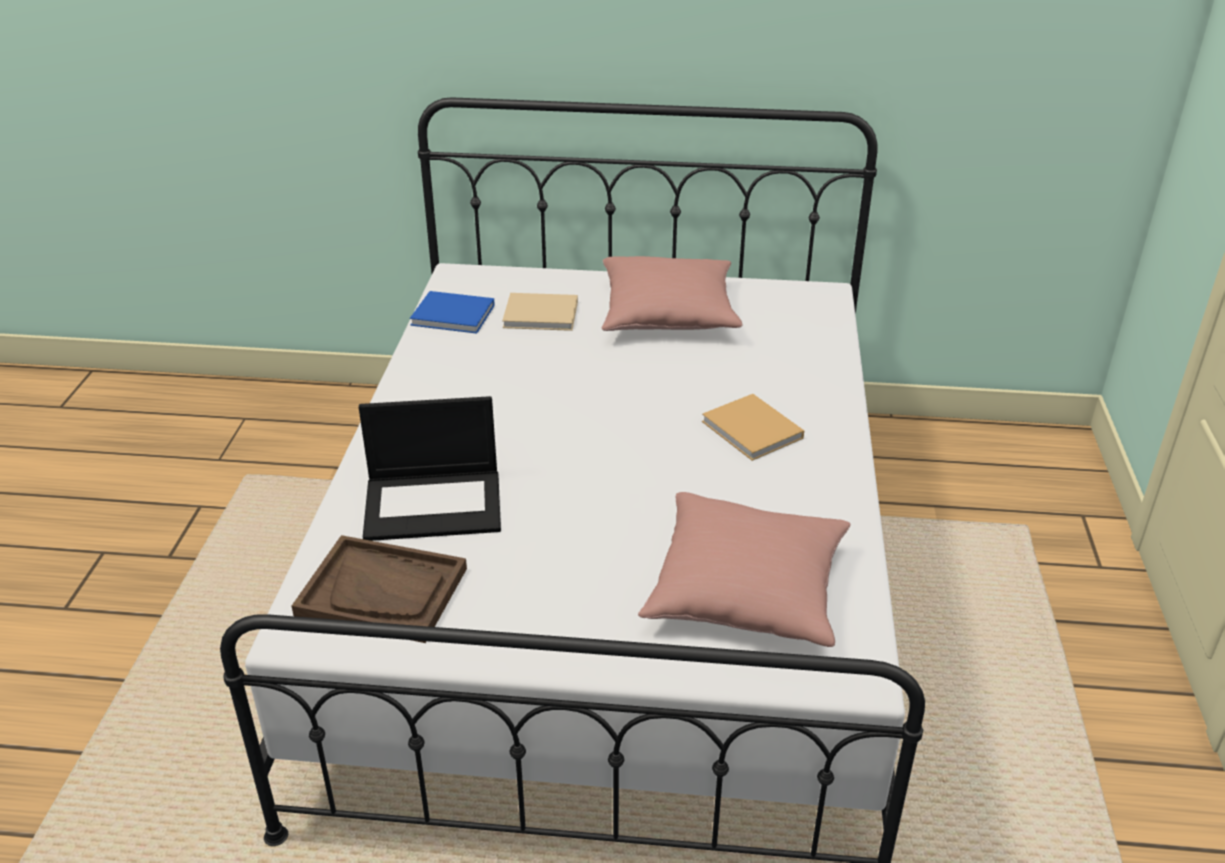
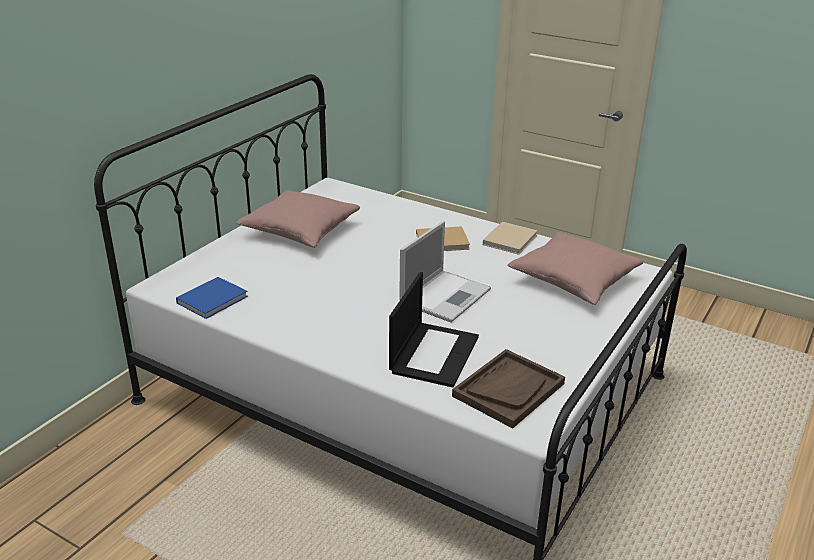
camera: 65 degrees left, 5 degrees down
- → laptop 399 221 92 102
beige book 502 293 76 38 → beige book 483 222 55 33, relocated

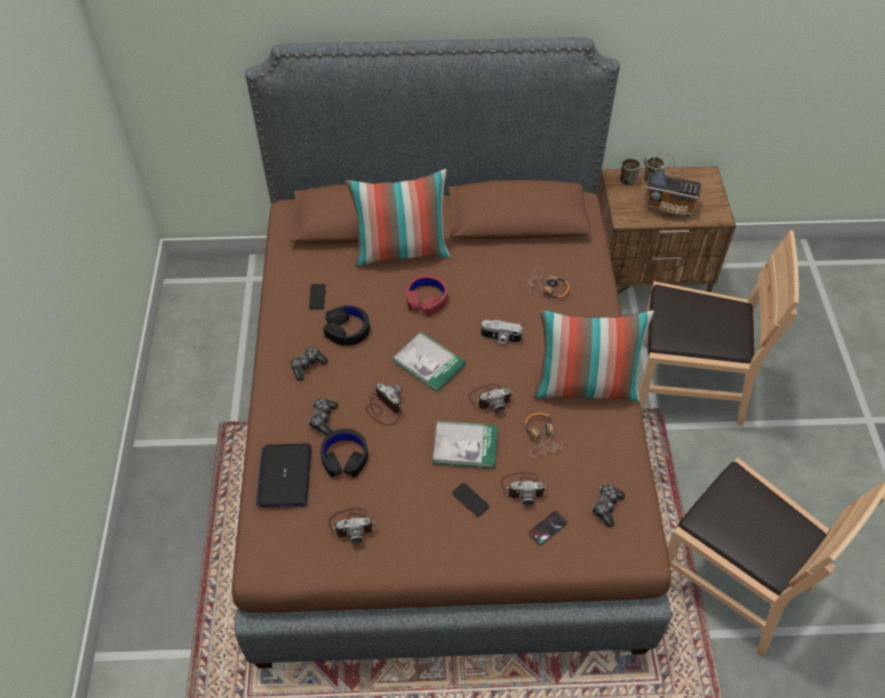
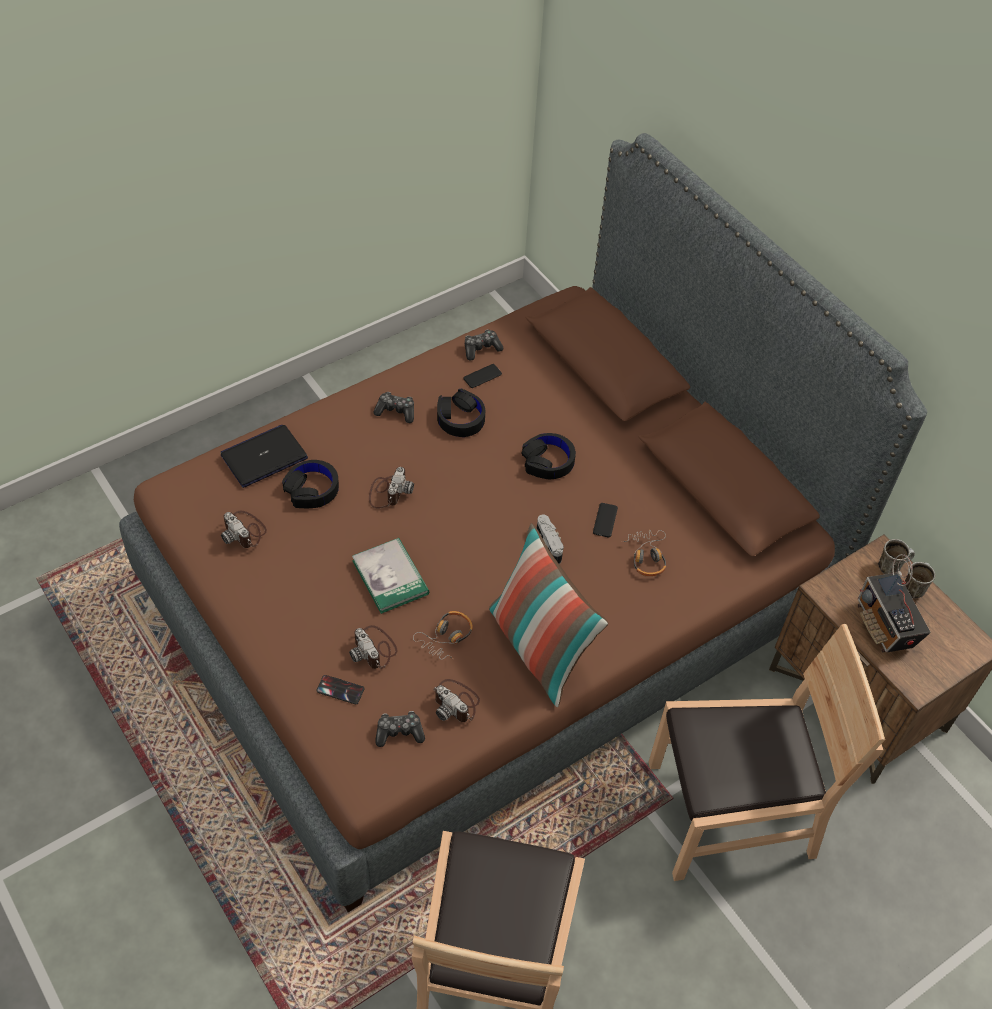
camera: 55 degrees right, 0 degrees up
photo camera 469 384 44 29 → photo camera 433 679 47 43, relocated
game controller 308 398 30 38 → game controller 465 329 38 32, relocated
red headphones 406 274 42 42 → blackish headphones 521 433 55 46
handset 452 483 37 34 → handset 593 503 25 35, relocated
brownish plain chair 638 230 161 196 → brownish plain chair 649 624 236 257, 75 degrees counterclockwise
pillow 346 169 104 98 → -
book 393 332 72 60 → -

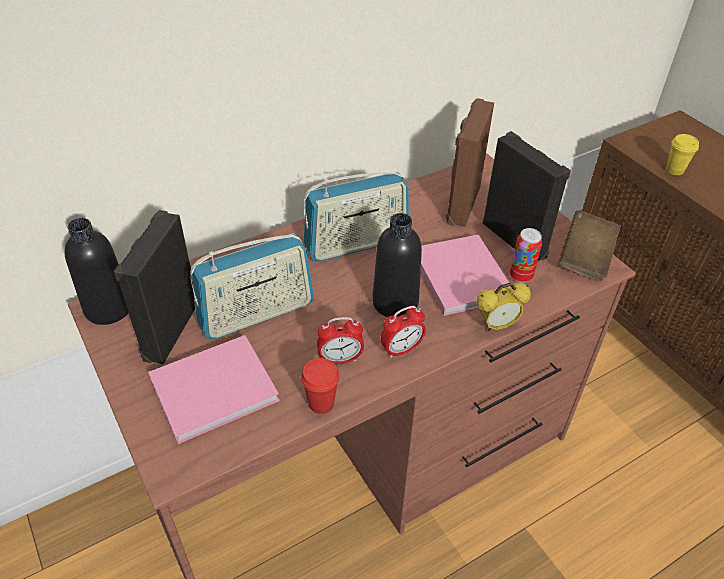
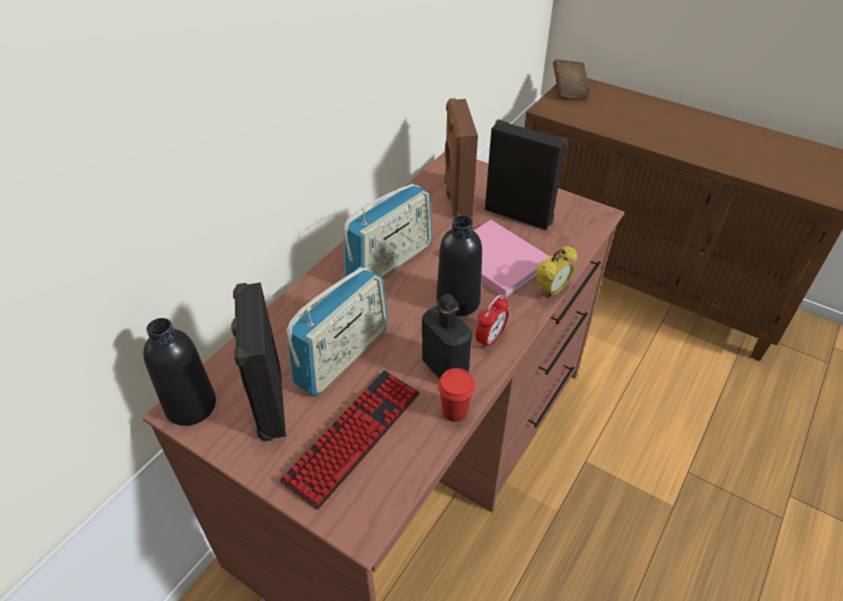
camera: 25 degrees left, 0 degrees up
pinkish book 148 335 131 109 → computer keyboard 280 371 140 139
alarm clock 317 317 47 47 → blackish bottle 422 294 51 85
brownish book 558 210 63 71 → brownish book 553 59 38 40, relocated
sealed can 510 228 32 55 → -
yellow cup 666 134 33 41 → -

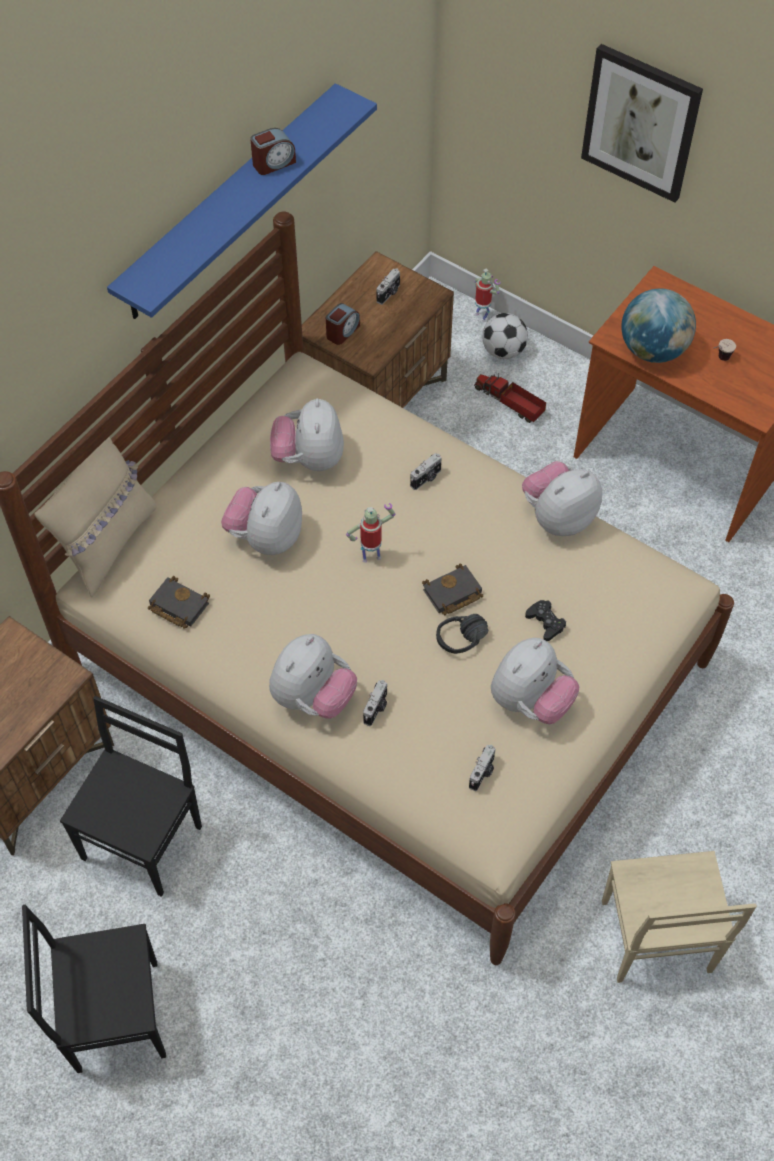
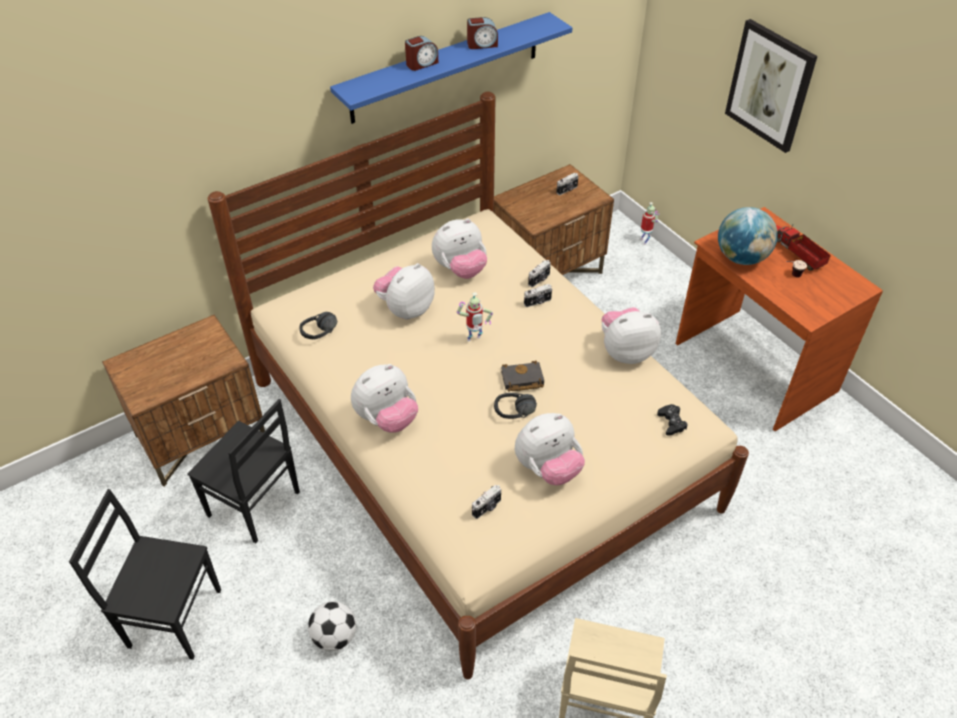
camera: 20 degrees right, 10 degrees down
blackish plain chair 60 696 142 201 → blackish plain chair 187 399 113 144, 75 degrees clockwise
blackish book 148 576 62 53 → blackish headphones 299 312 38 28
football 482 313 46 46 → football 308 601 48 50, relocated
alarm clock 326 303 34 42 → alarm clock 405 36 33 35, relocated
soft toy 270 398 74 73 → soft toy 432 218 55 61, 135 degrees counterclockwise
toy robot 346 503 49 60 → toy robot 457 292 36 50, 150 degrees clockwise
photo camera 363 680 24 46 → photo camera 528 260 23 27, relocated
blackish game controller 525 600 41 41 → blackish game controller 657 404 31 32, relocated
toy lorry 474 373 72 50 → toy lorry 776 224 55 47, relocated
beige pillow 34 437 123 161 → -

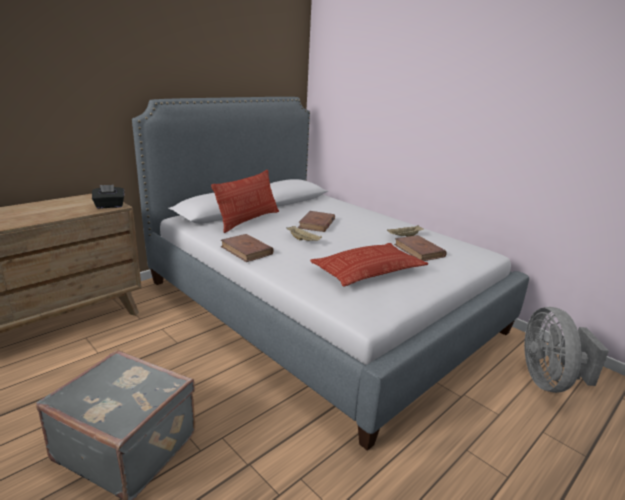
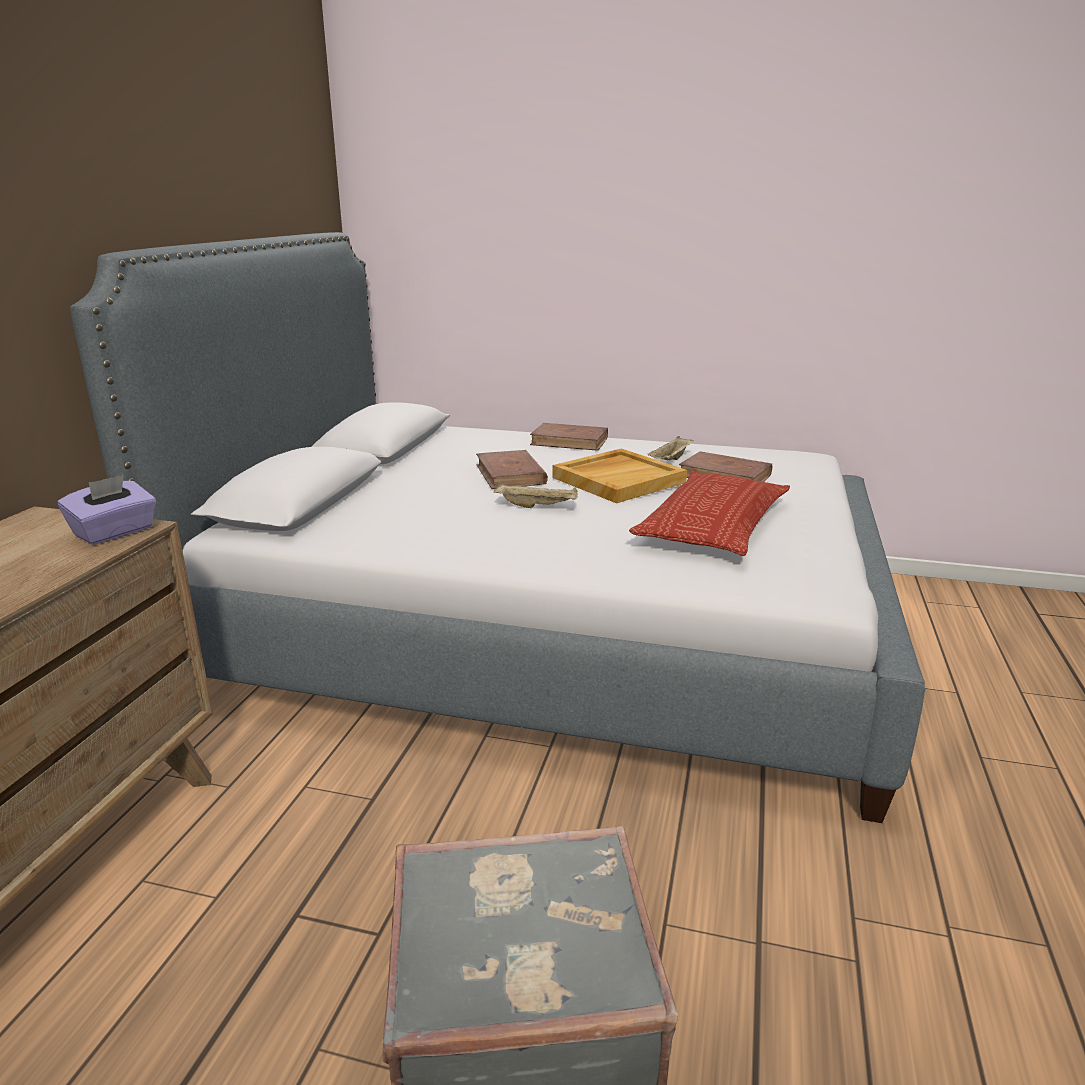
camera: 30 degrees left, 0 degrees up
blackish tissue box 92 185 32 24 → purple tissue box 57 475 99 70
brownish book 221 234 53 28 → brownish book 530 423 78 28, relocated
- → beige carrying tray 552 449 135 54
pillow 211 170 68 63 → -
grey cooling fan 524 307 85 86 → -

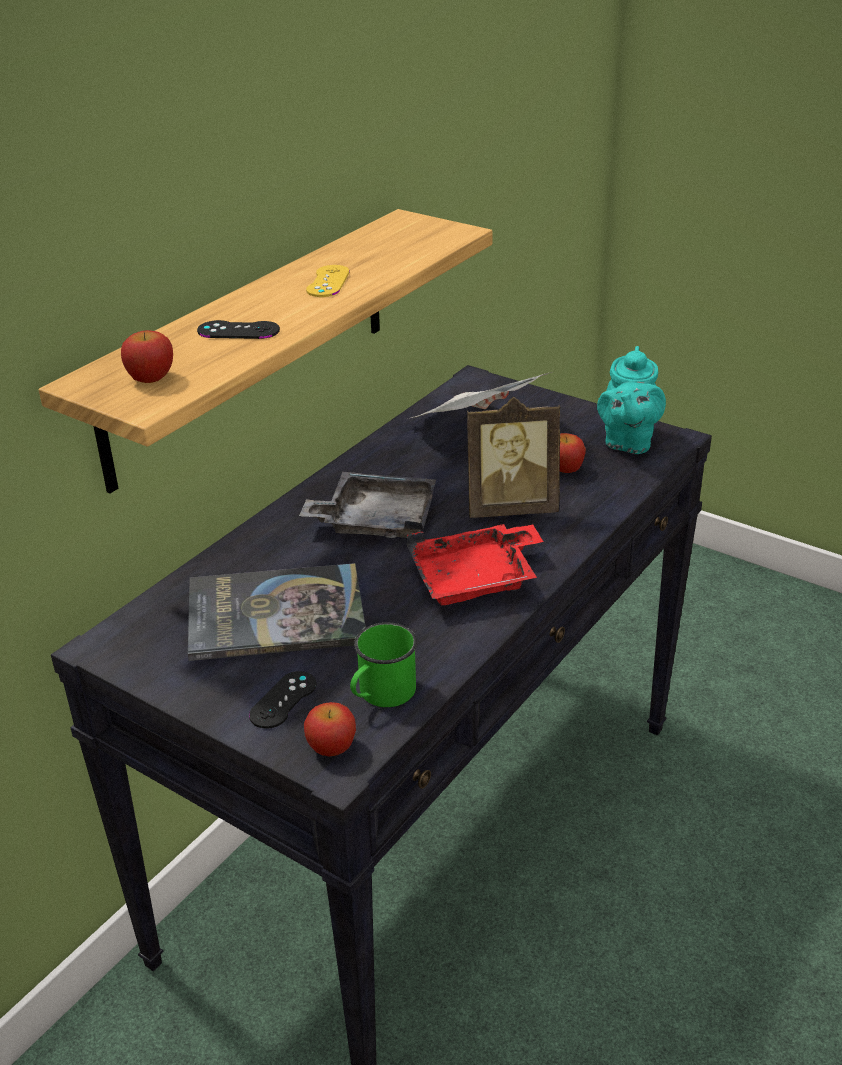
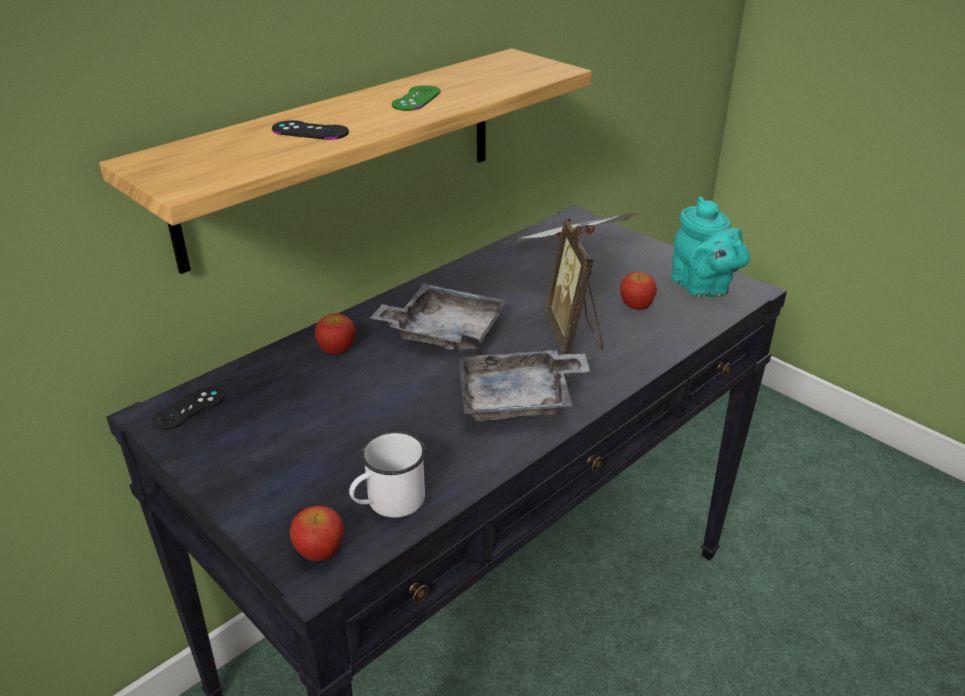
camera: 10 degrees right, 0 degrees up
blackish game controller 249 671 67 58 → blackish game controller 152 387 72 43, relocated
apple fruit 121 330 52 53 → apple fruit 315 313 41 41, relocated
green mug 350 622 67 85 → whitish mug 349 431 76 87
yellow game controller 306 265 44 32 → green game controller 392 85 49 26
red carrying tray 407 524 137 81 → grey carrying tray 459 347 132 74
standing frame 467 397 93 121 → standing frame 544 218 59 136, 75 degrees clockwise
turquoise-coloured pot for tea 597 346 69 108 → turquoise-coloured pot for tea 671 196 79 102, 45 degrees counterclockwise
book 188 563 178 98 → -

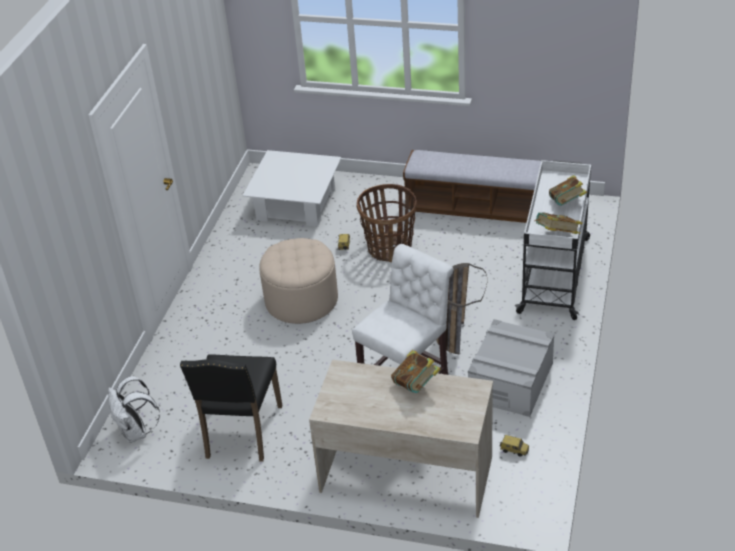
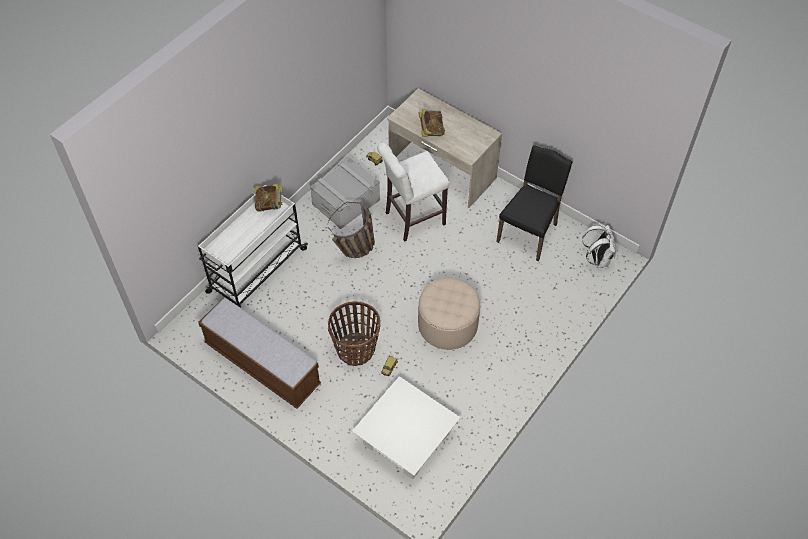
camera: 160 degrees left, 15 degrees up
book 549 175 38 31 → -

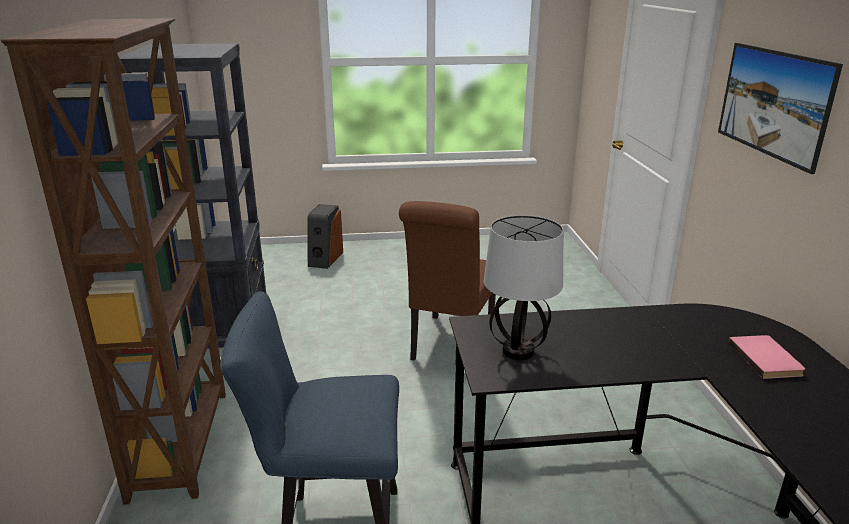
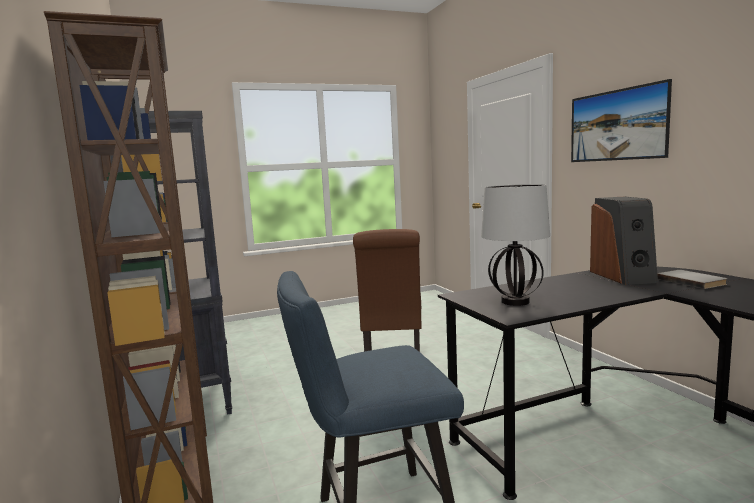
camera: 15 degrees left, 15 degrees down
speaker 307 204 36 65 → speaker 590 196 68 89, relocated
pinkish book 728 335 77 44 → grey book 657 270 71 19

